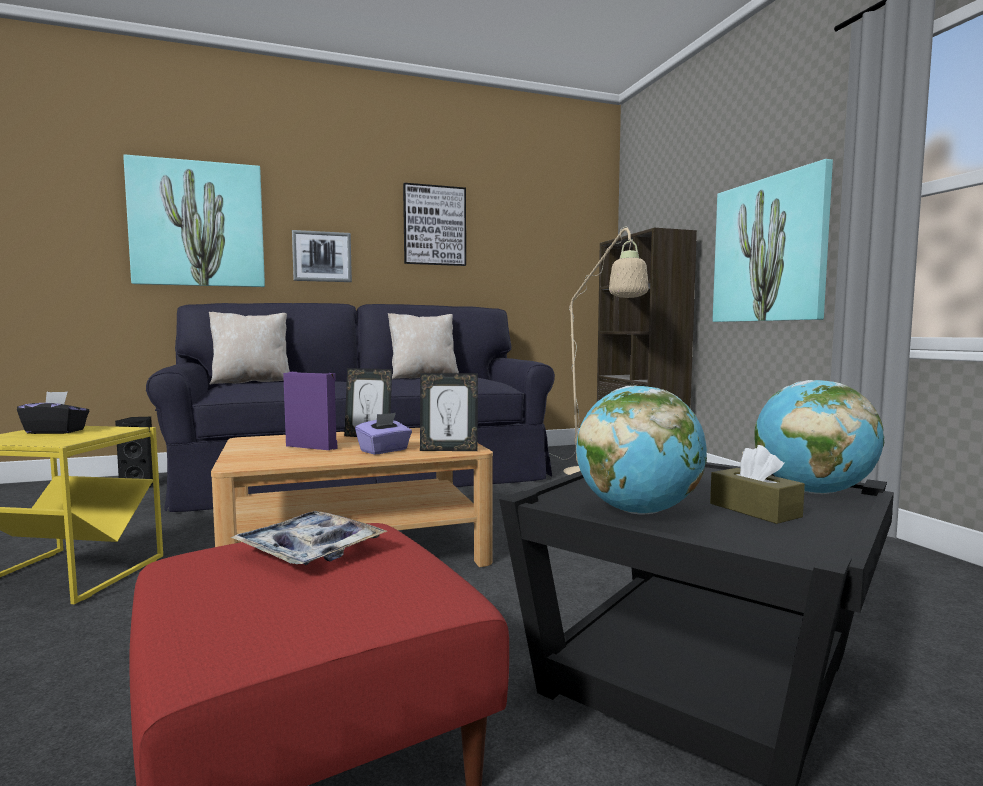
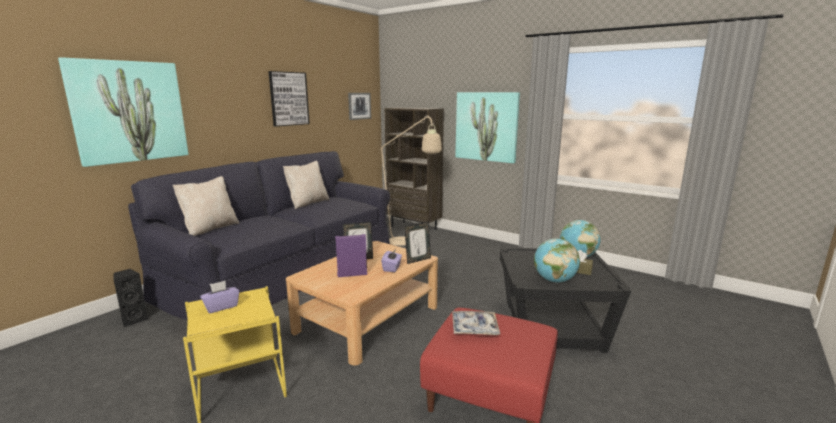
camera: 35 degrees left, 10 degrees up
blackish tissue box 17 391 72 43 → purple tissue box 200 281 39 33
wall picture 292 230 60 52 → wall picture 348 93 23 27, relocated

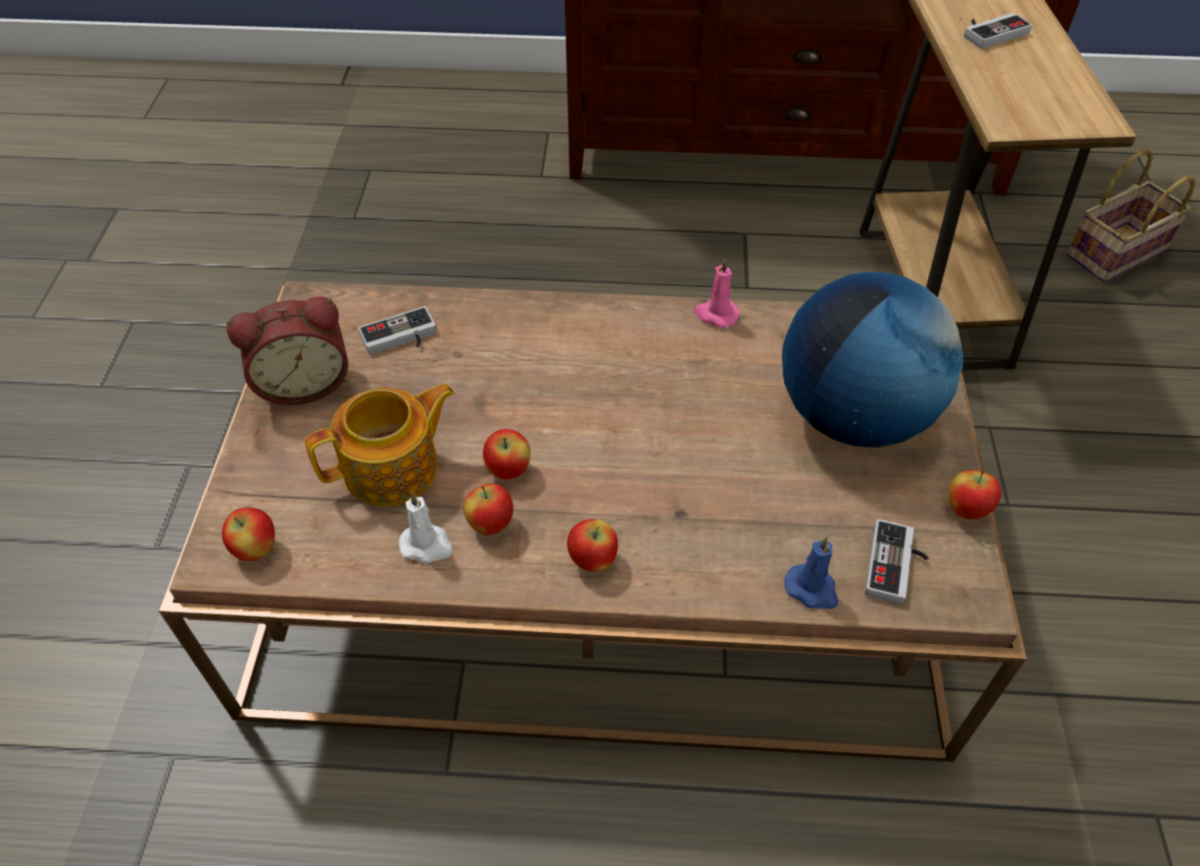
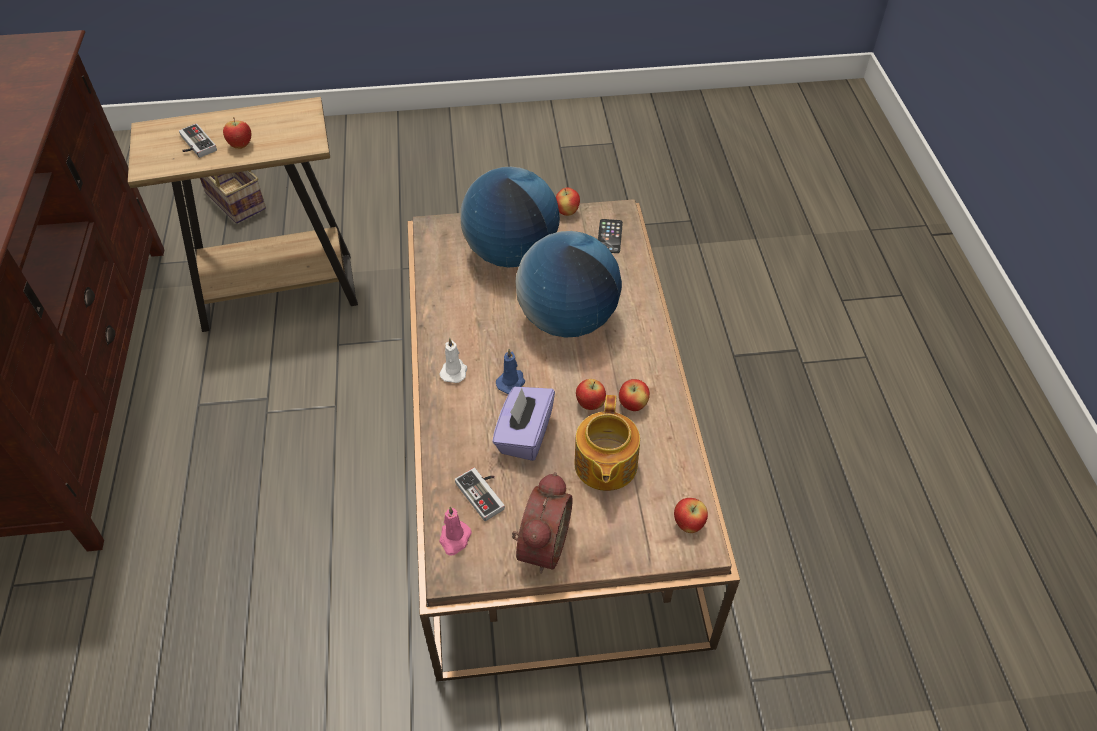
camera: 100 degrees left, 0 degrees up
apple fruit 567 519 51 53 → apple fruit 223 117 29 32, relocated
whitish wax candle 399 492 54 71 → whitish wax candle 439 338 28 45, relocated
pinkish wax candle 694 258 46 70 → pinkish wax candle 440 506 32 50, relocated
- → purple tissue box 492 387 63 74
blue wax candle 784 536 54 73 → blue wax candle 496 349 29 45, relocated
alarm clock 226 297 122 108 → alarm clock 512 472 61 102, 45 degrees clockwise
- → world globe 516 231 106 107
pot for tea 305 384 149 122 → pot for tea 574 395 66 96, 135 degrees counterclockwise
game controller 865 519 64 85 → handset 598 219 25 34

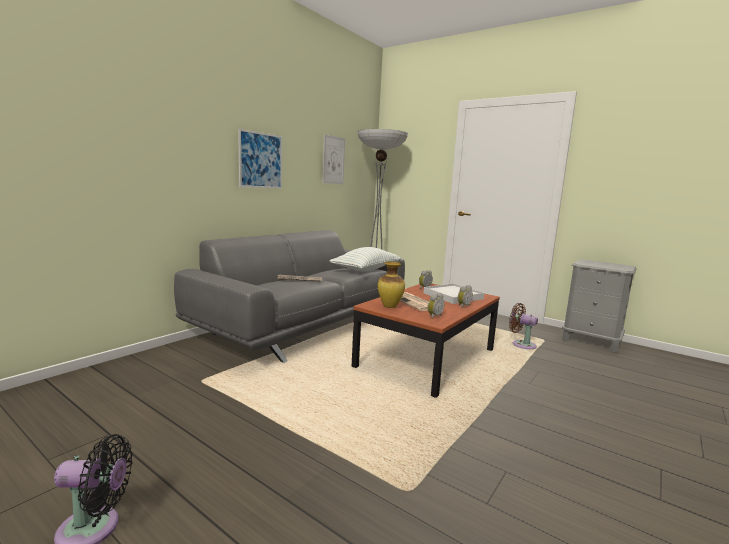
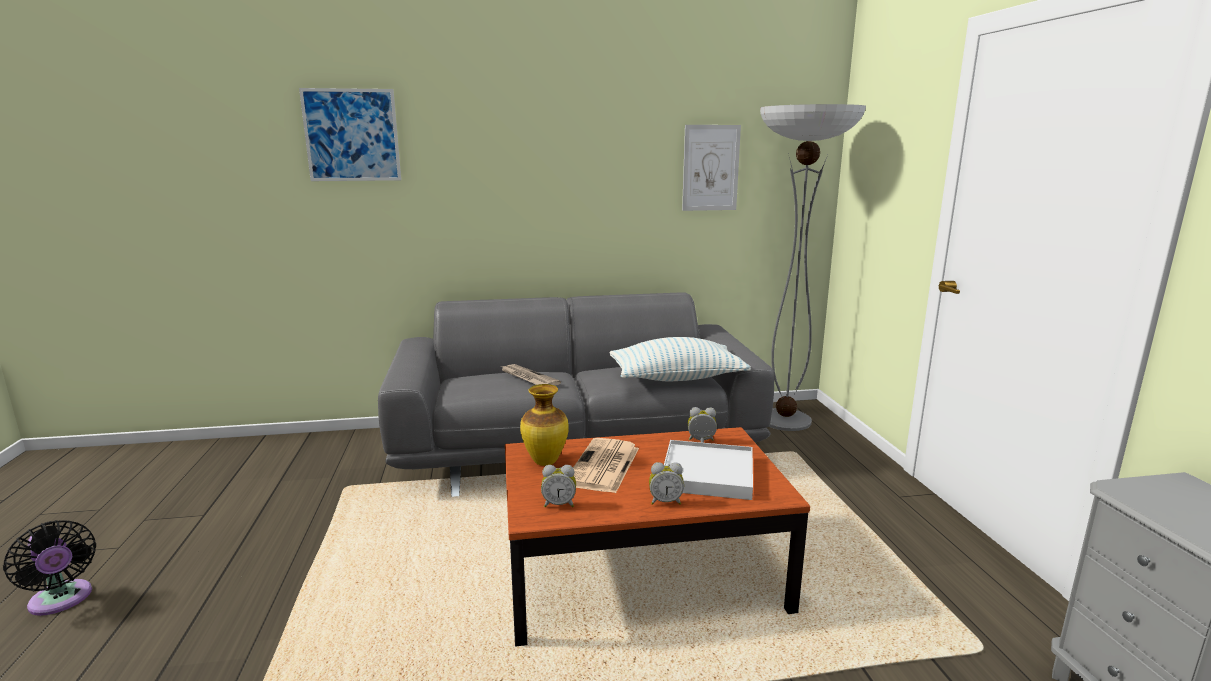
camera: 45 degrees right, 5 degrees up
wall picture 238 129 44 60 → wall picture 299 88 102 93, relocated
brownish cooling fan 509 303 29 46 → -

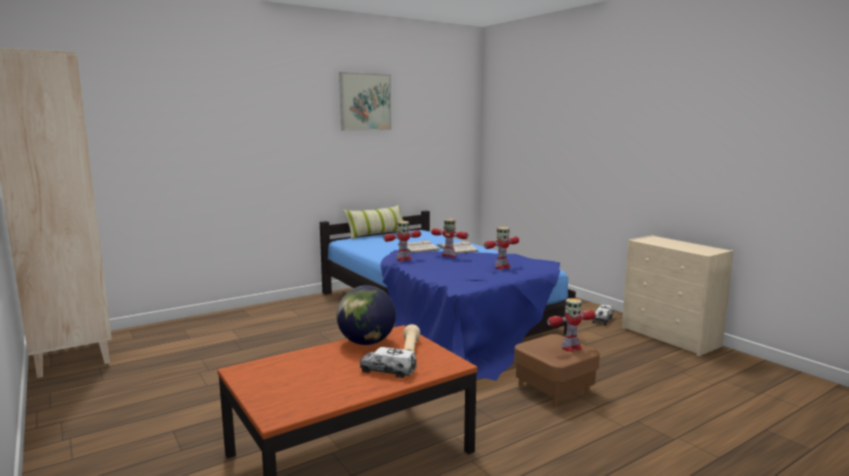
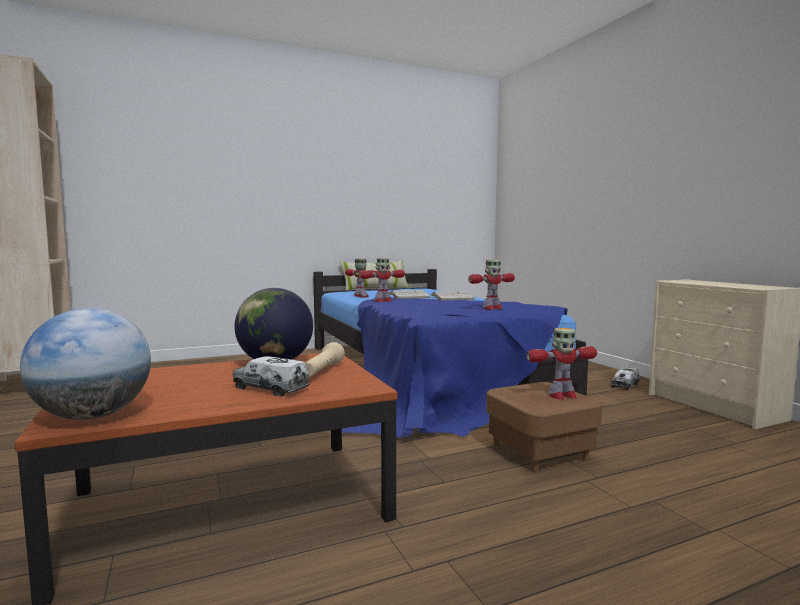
camera: 10 degrees right, 5 degrees down
- → world globe 20 308 131 112
toy robot 431 219 37 39 → toy robot 345 258 30 39, relocated
wall picture 339 72 52 59 → -

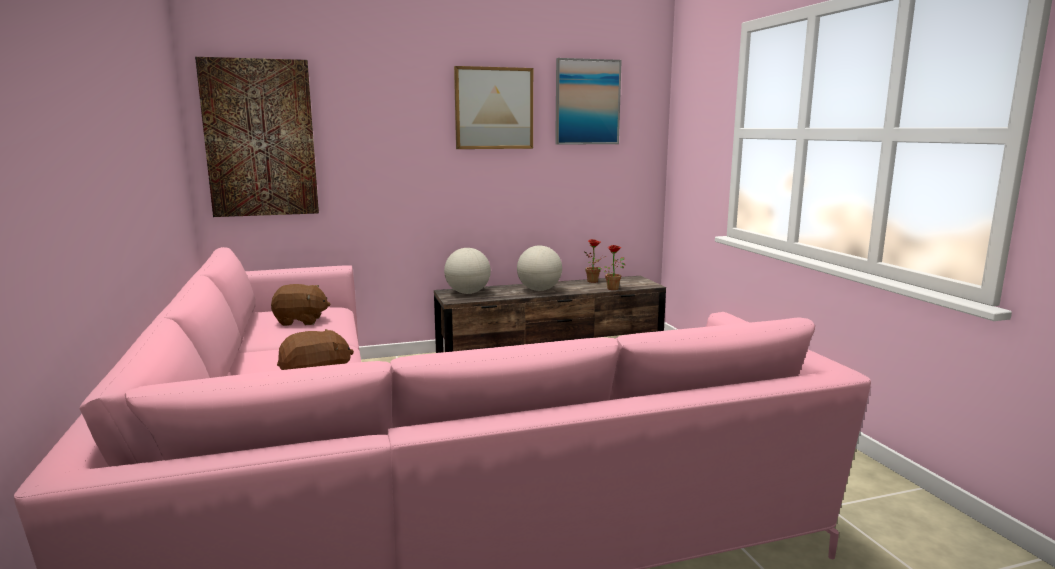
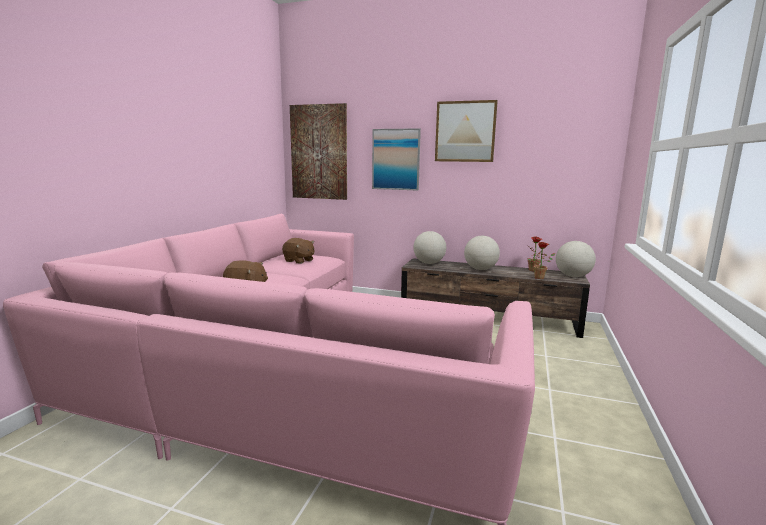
camera: 35 degrees right, 0 degrees up
wall picture 555 58 67 87 → wall picture 372 128 49 63, relocated
- → world globe 556 241 40 36

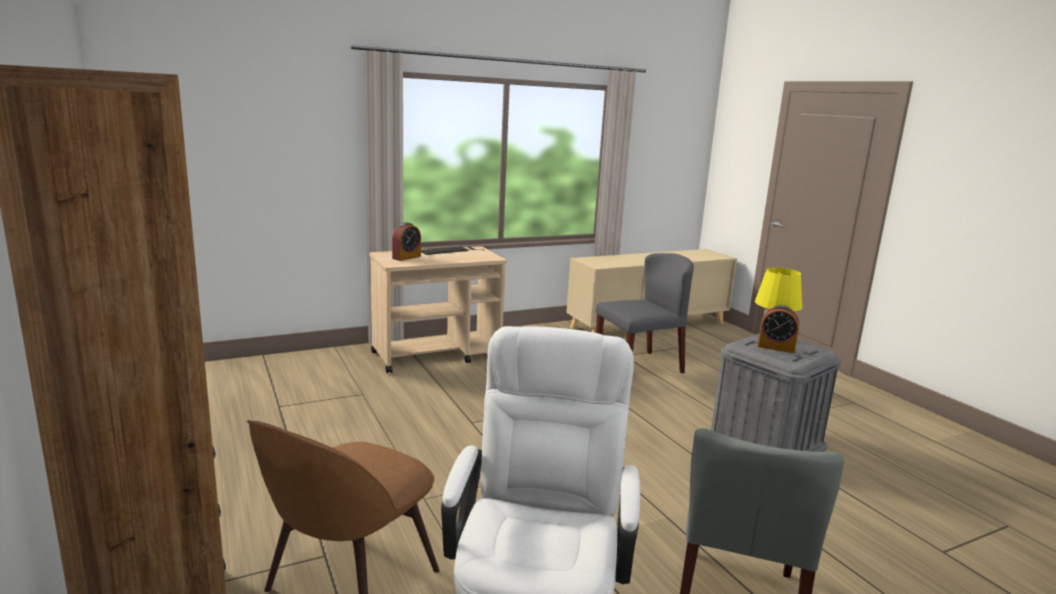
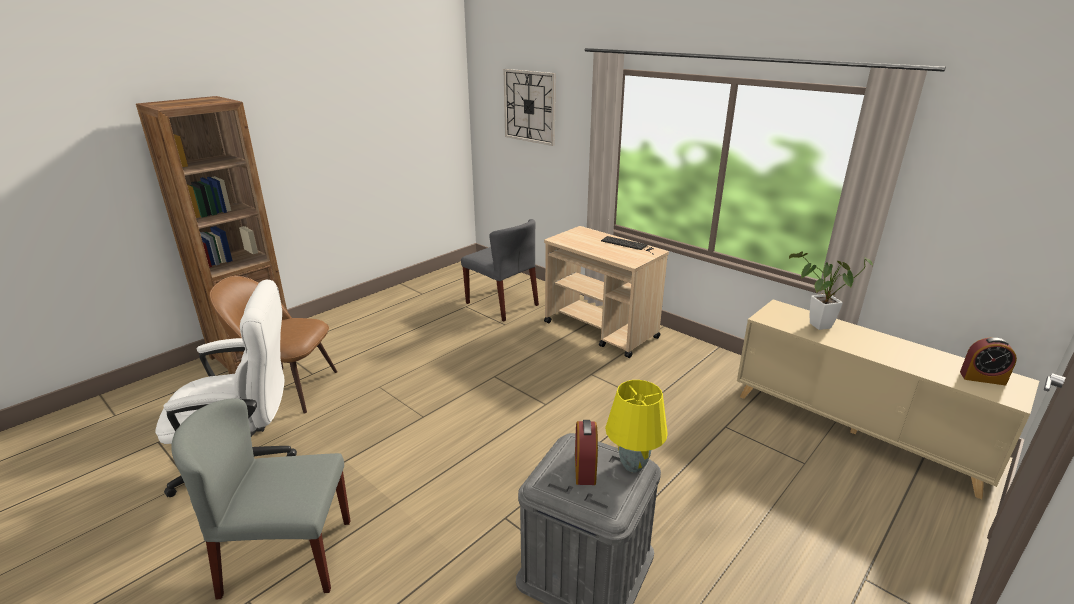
camera: 70 degrees right, 10 degrees up
grey plain chair 596 253 98 120 → grey plain chair 461 219 78 102, relocated
- → hanging clock 503 69 53 77
- → houseplant 789 251 84 79
alarm clock 392 222 29 39 → alarm clock 960 338 57 48, relocated

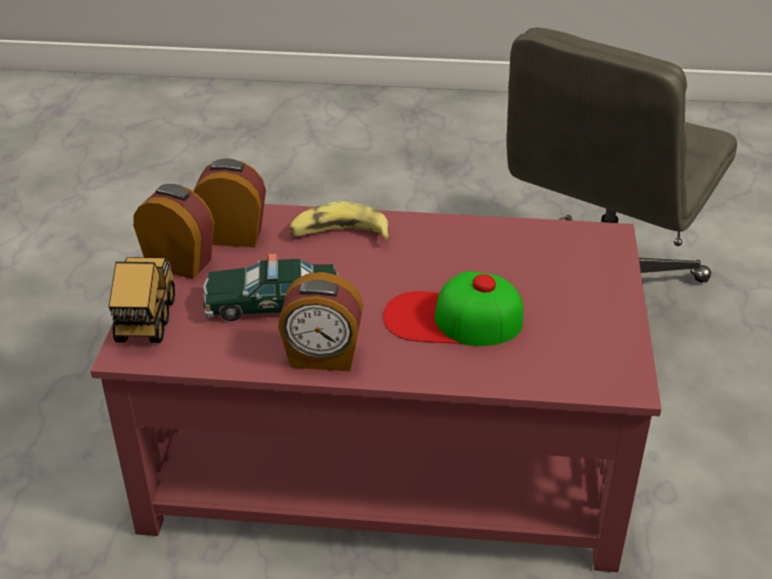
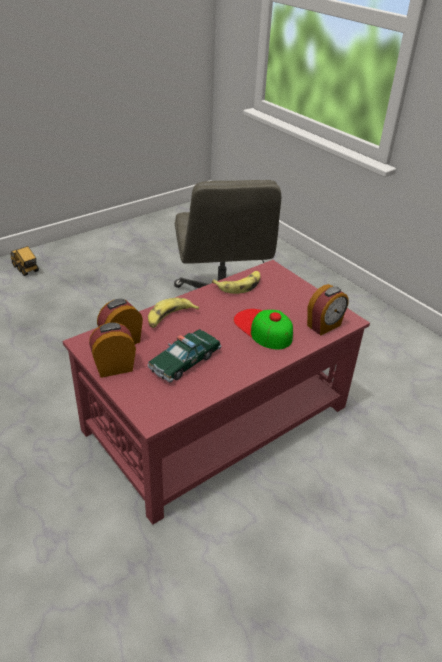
camera: 45 degrees left, 0 degrees up
toy lorry 109 257 66 86 → toy lorry 10 246 29 30, relocated
- → whole banana 212 271 49 23
baseball cap 383 271 140 75 → baseball cap 234 309 59 40, 90 degrees clockwise
alarm clock 278 272 85 99 → alarm clock 307 284 42 51, relocated

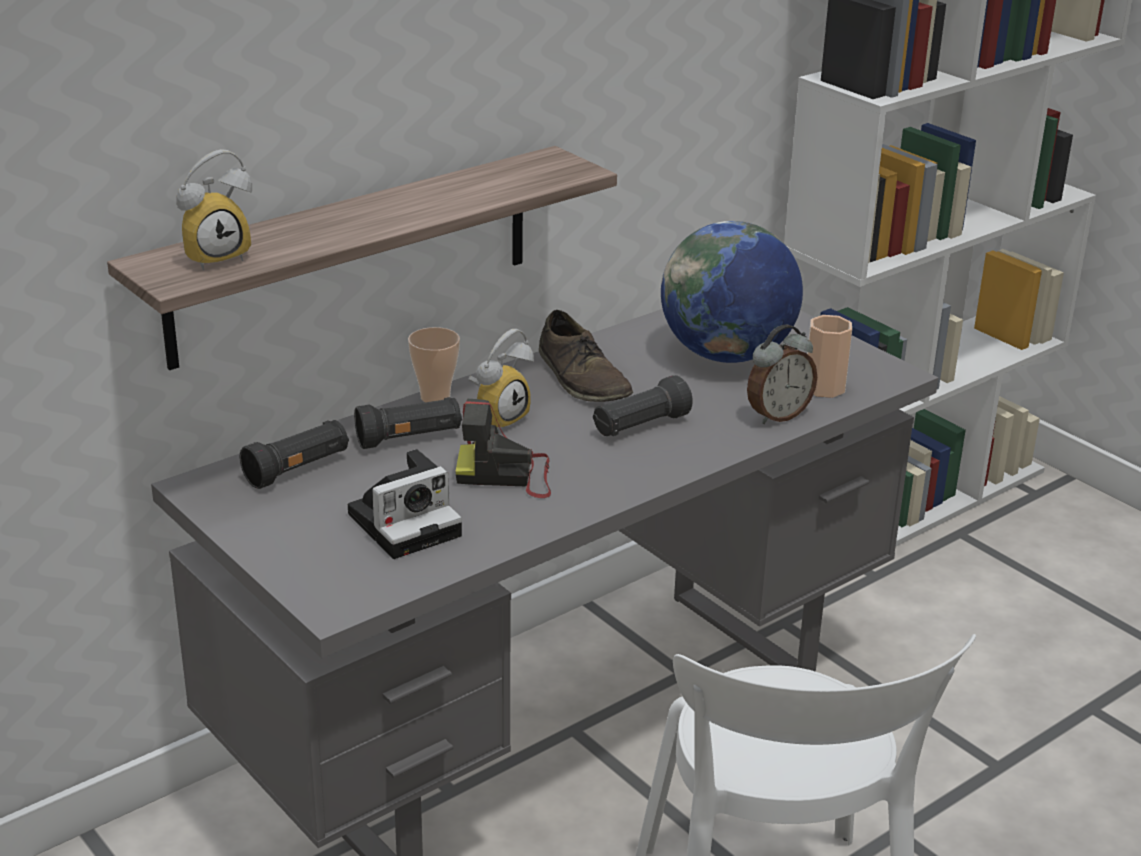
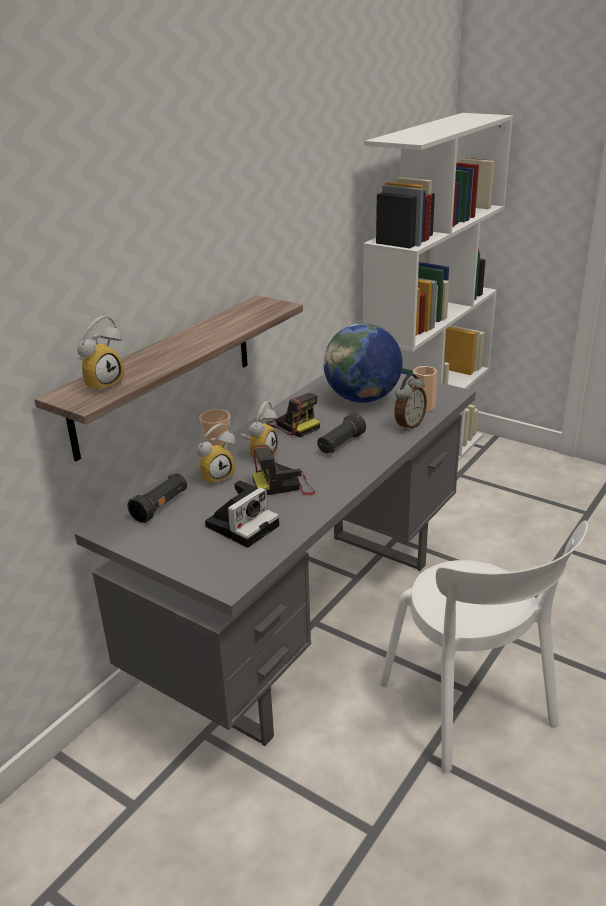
camera: 15 degrees left, 0 degrees up
blackish hand torch 354 397 108 52 → alarm clock 197 423 39 62
brownish low shoe 539 310 94 92 → photo camera 267 393 53 44

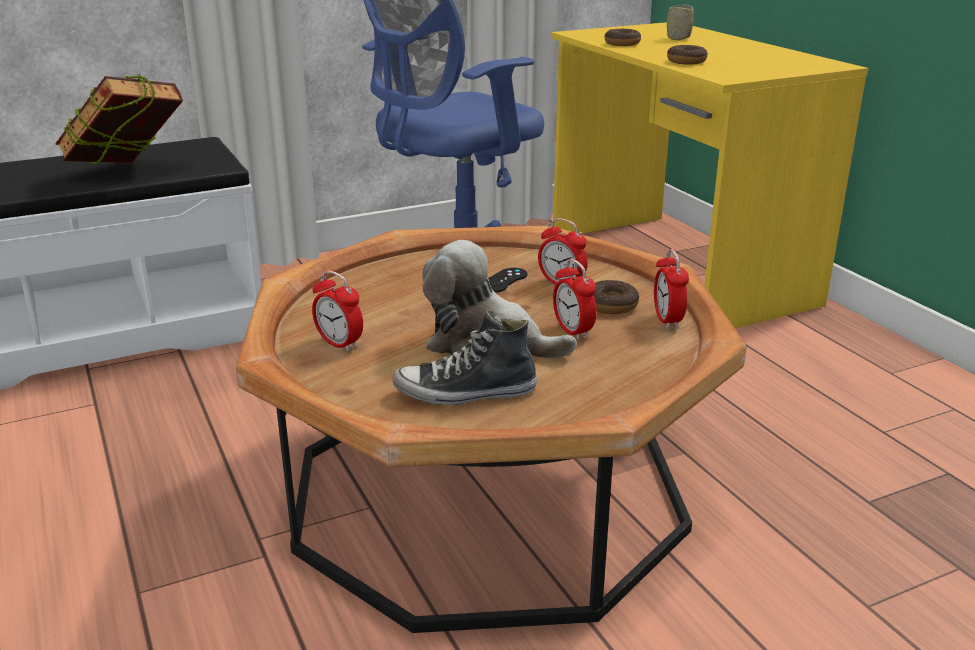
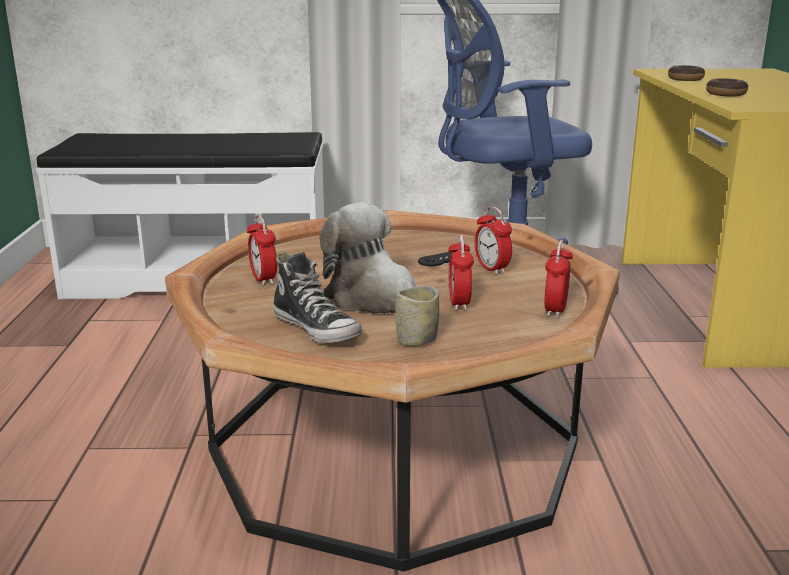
camera: 25 degrees right, 5 degrees down
low shoe 393 310 144 95 → low shoe 273 252 89 91, 150 degrees counterclockwise
cup 667 4 27 36 → cup 395 286 44 60, relocated
book 55 74 128 90 → -
doughnut 594 280 45 34 → -

